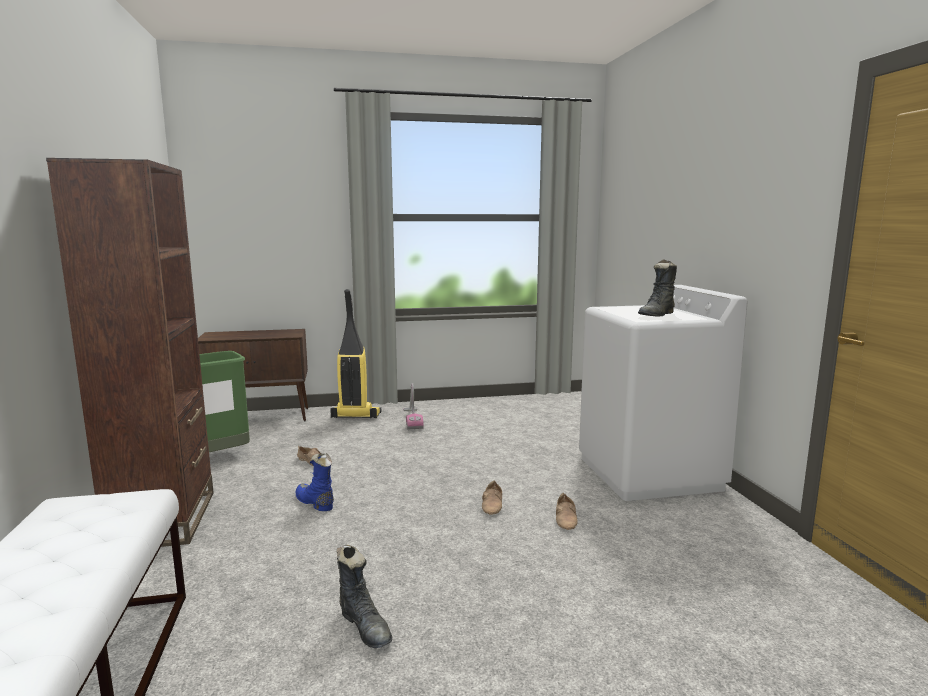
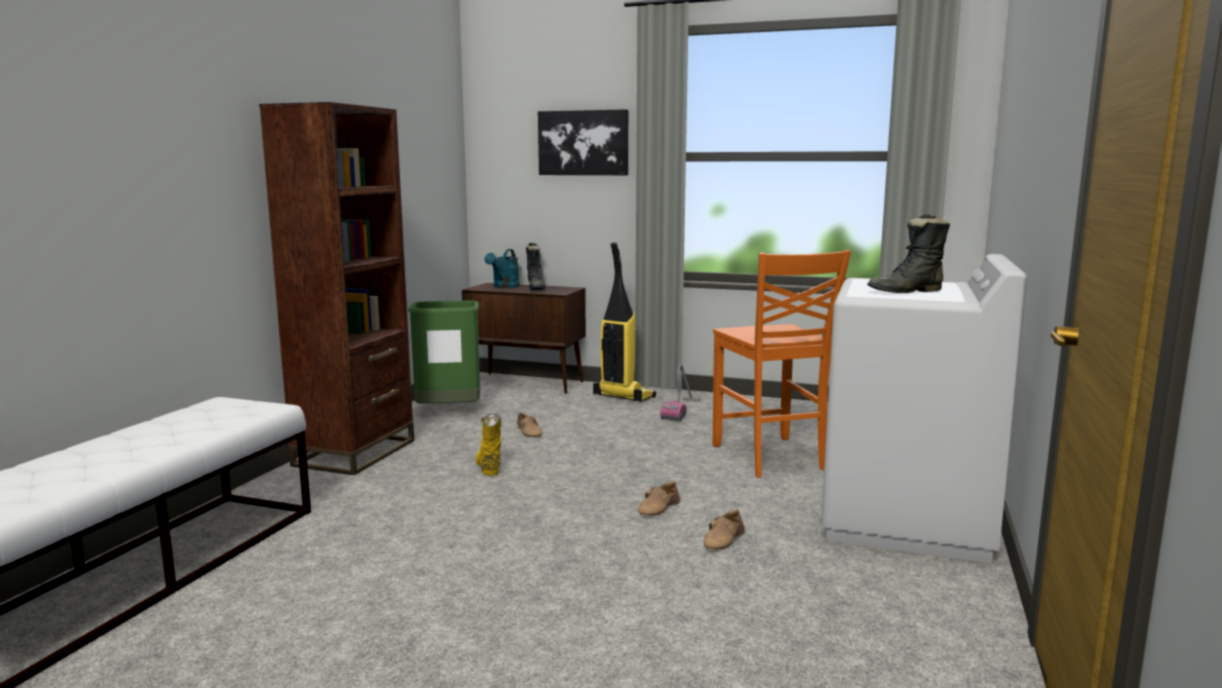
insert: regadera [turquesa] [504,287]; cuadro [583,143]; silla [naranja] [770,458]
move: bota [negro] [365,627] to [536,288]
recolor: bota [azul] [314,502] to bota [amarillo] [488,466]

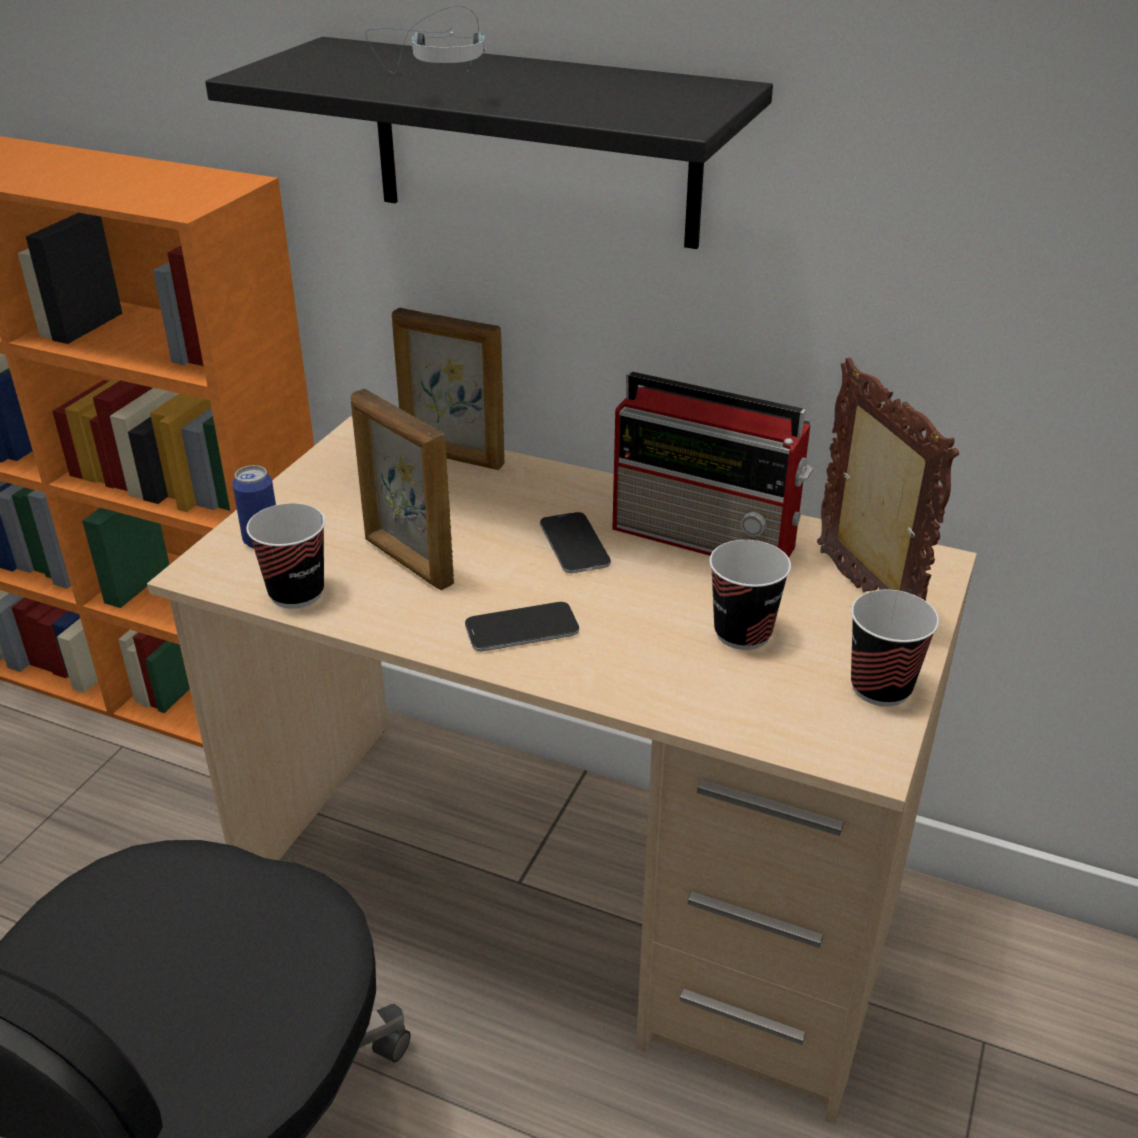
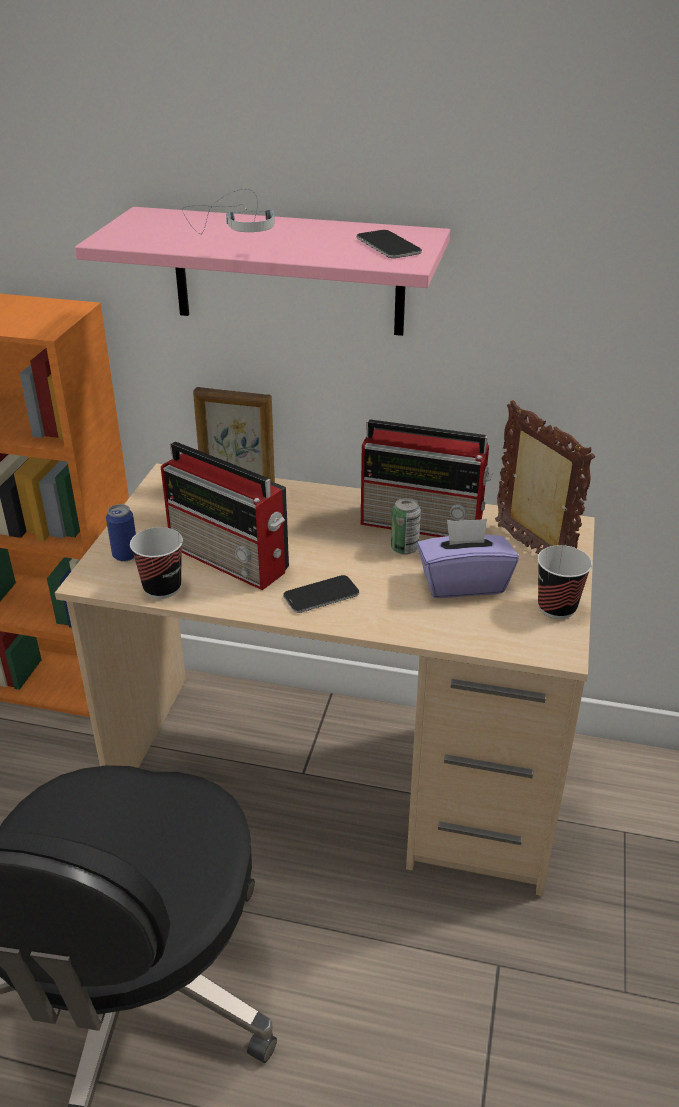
insert: lata [404,548]
move: móvil [574,544] to [388,246]
replace: portarretratos [407,562] to radio [231,559]; taza [742,633] to caja de pañuelos [morado] [463,583]
recolor: estante [negro] [534,143] to estante [rosa] [288,272]

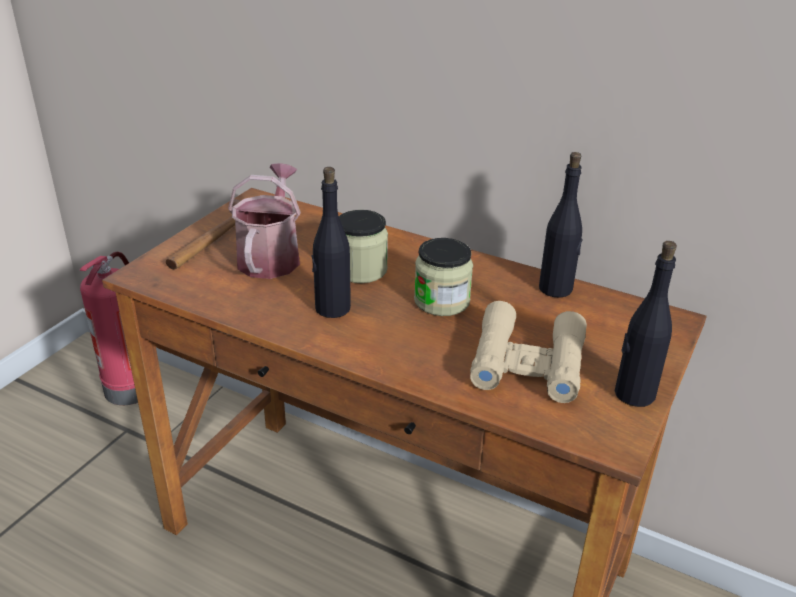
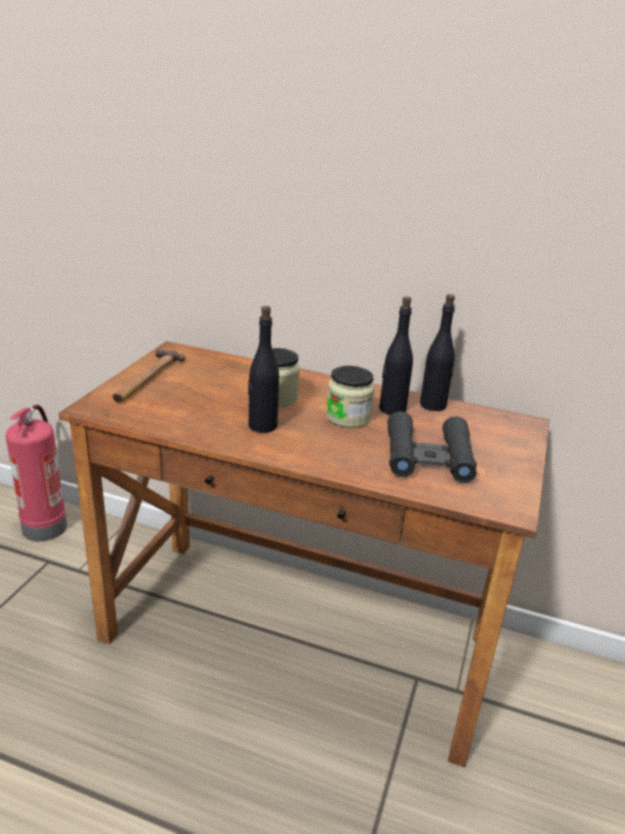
delete: regadera [271,256]
move: botella [negro] [633,394] to [392,409]
recolor: prismáticos [beis] [527,363] to prismáticos [negro] [428,457]

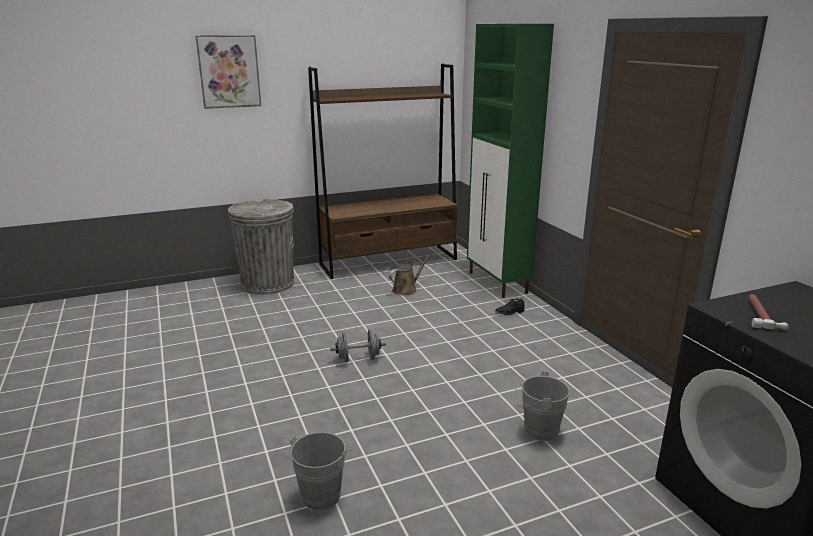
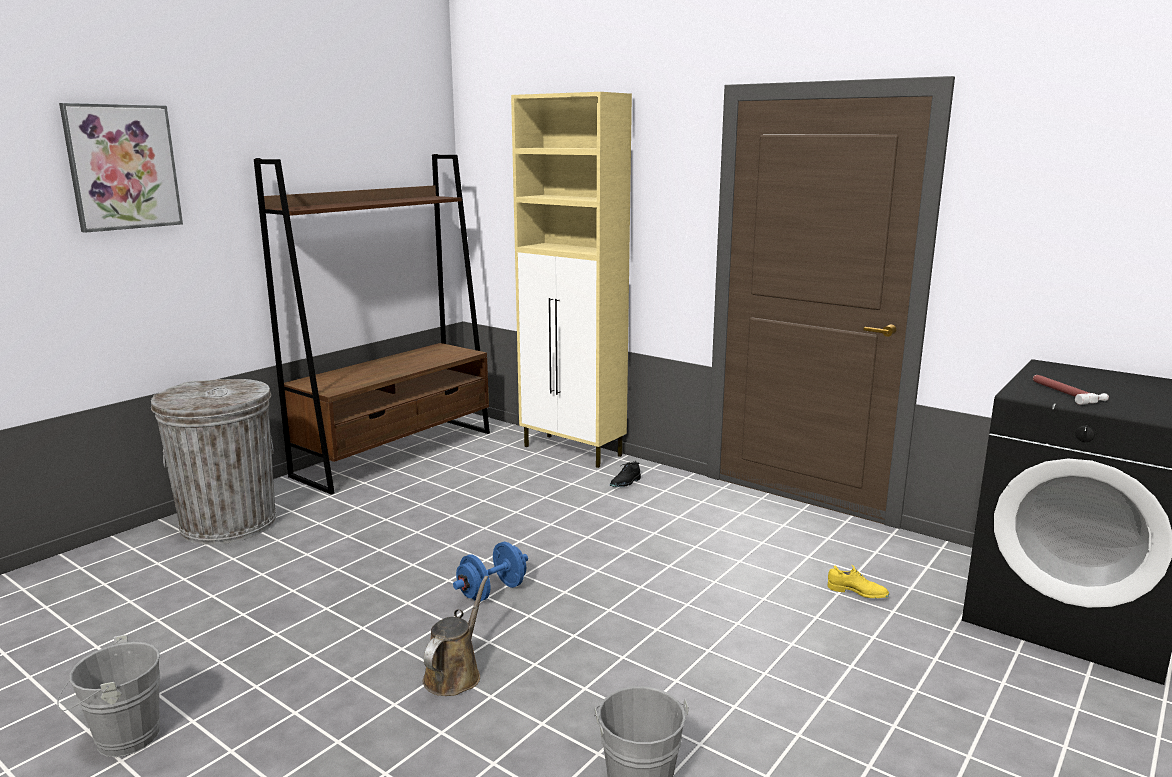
insert: zapato [amarillo] [857,593]
move: cubo [gris] [537,430] to [121,739]; regadera [marrón] [406,289] to [455,674]
recolor: mancuerna [gris] [358,359] to mancuerna [azul] [492,591]; armario [verde] [497,283] to armario [beis] [573,451]

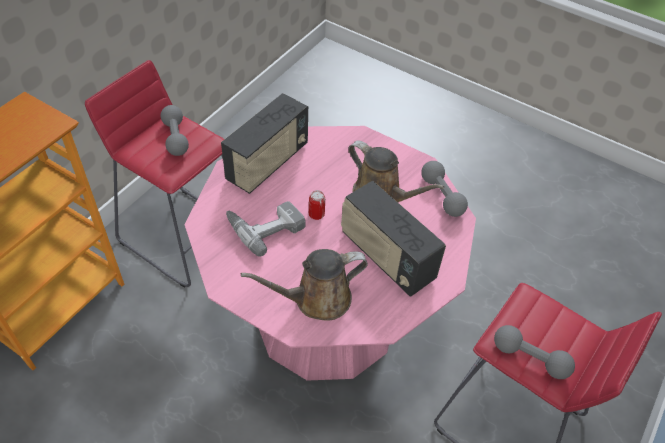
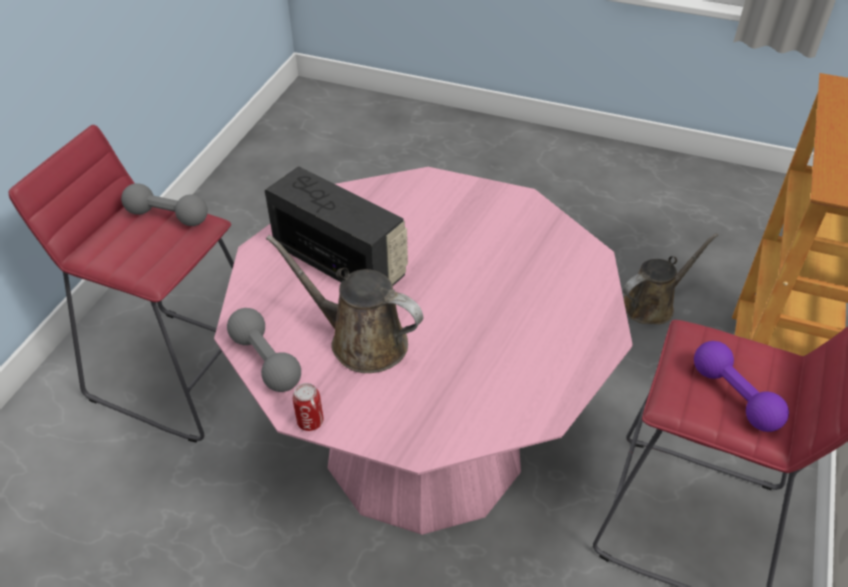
delete: radio [268,163]; taladro [265,226]
move: lata [316,214] to [310,421]; regadera [marrón] [317,299] to [652,304]
recolor: mancuerna [gris] [175,138] to mancuerna [morado] [734,396]

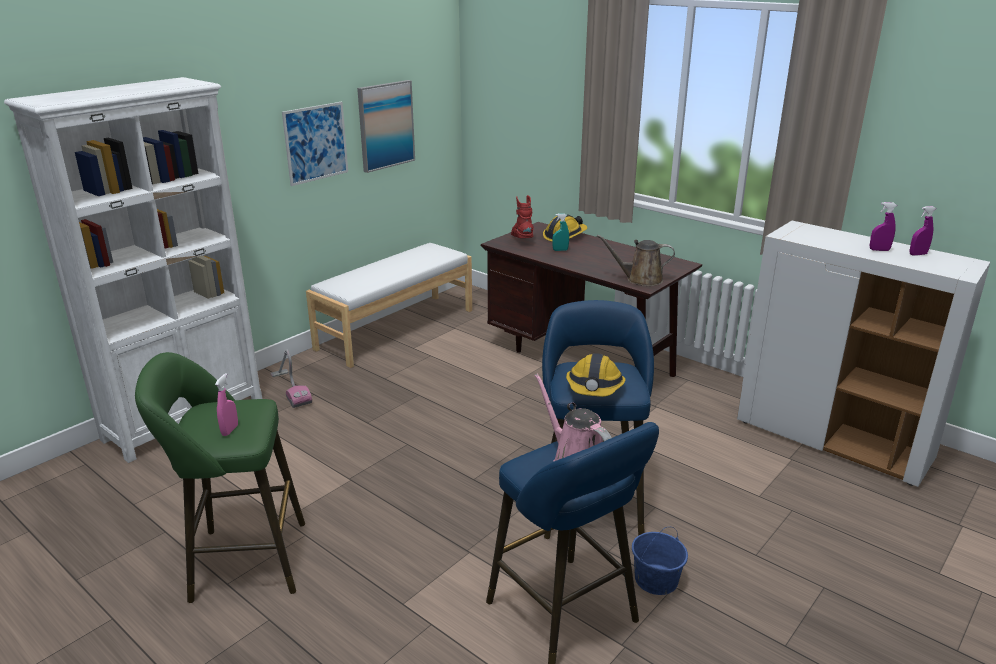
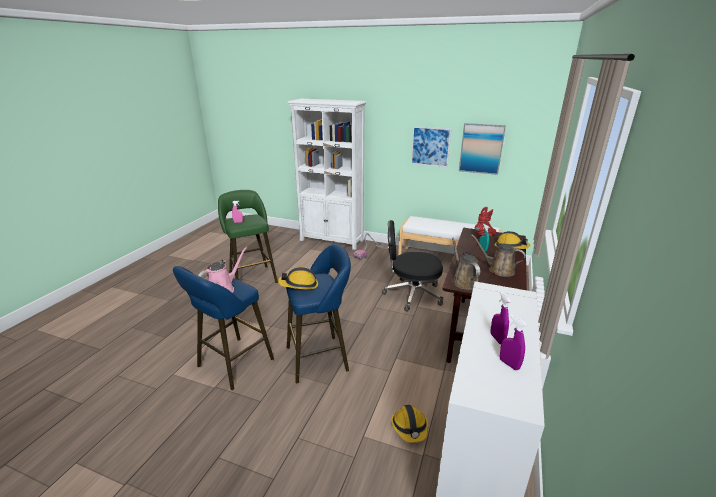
delete: cubo [azul] [656,580]
insert: silla de oficina [negro] [411,294]; casco [409,427]; regadera [marrón] [498,270]

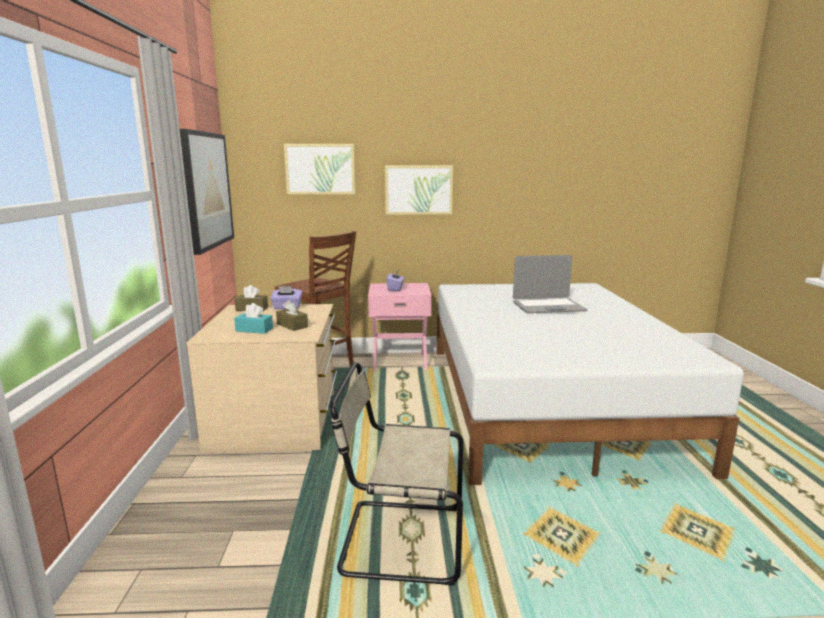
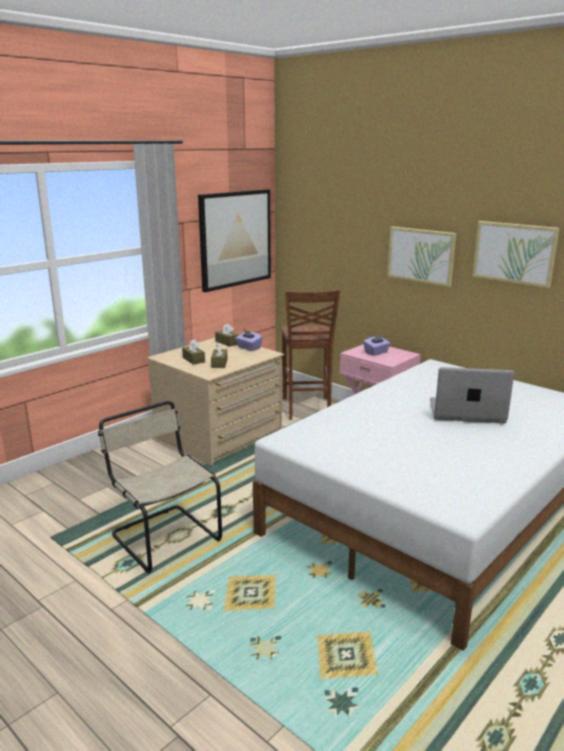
move: cuadro [320,169] to [514,253]
recolor: caja de pañuelos [turquesa] [254,330] to caja de pañuelos [marrón] [193,360]
rotate: portátil [548,307] = [466,412] 150 degrees clockwise

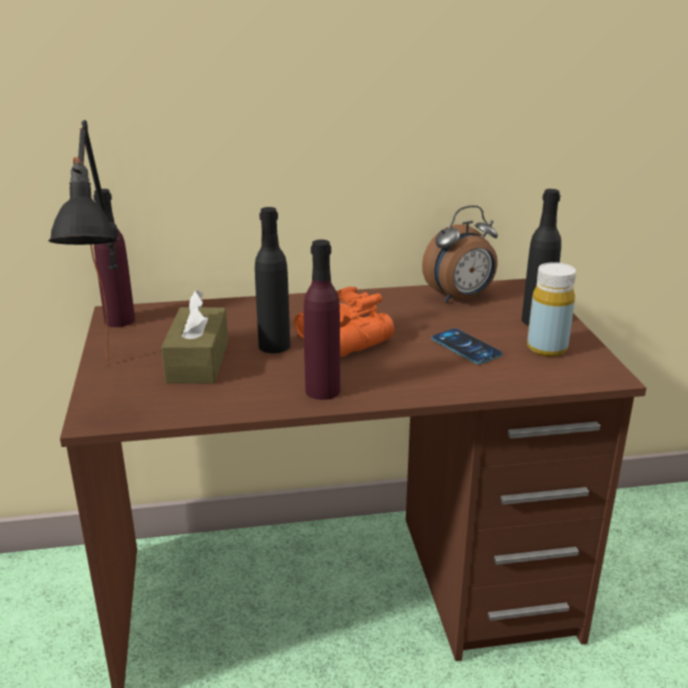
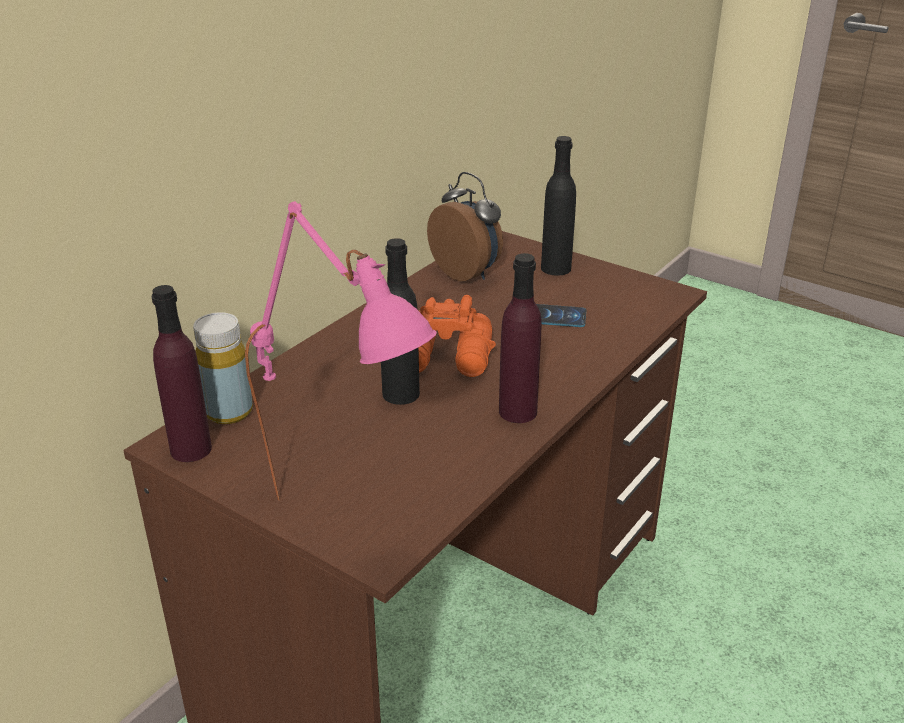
delete: caja de pañuelos [marrón] [198,361]
move: botella [amarillo] [547,348] to [229,412]
recolor: lámpara de mesa [negro] [119,391] to lámpara de mesa [rosa] [348,516]
rotate: despertador [460,298] = [467,273] 60 degrees counterclockwise

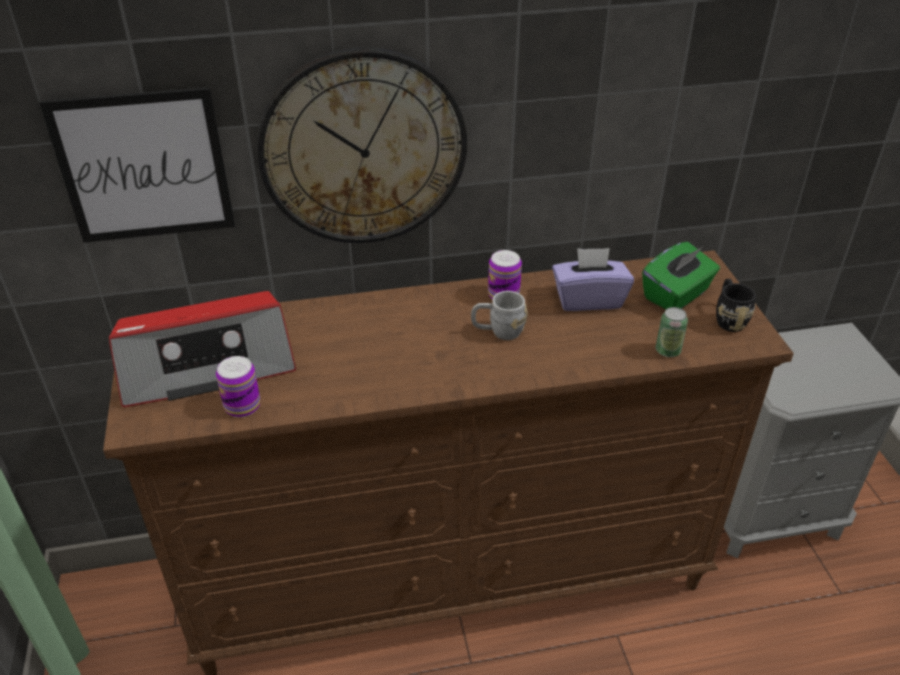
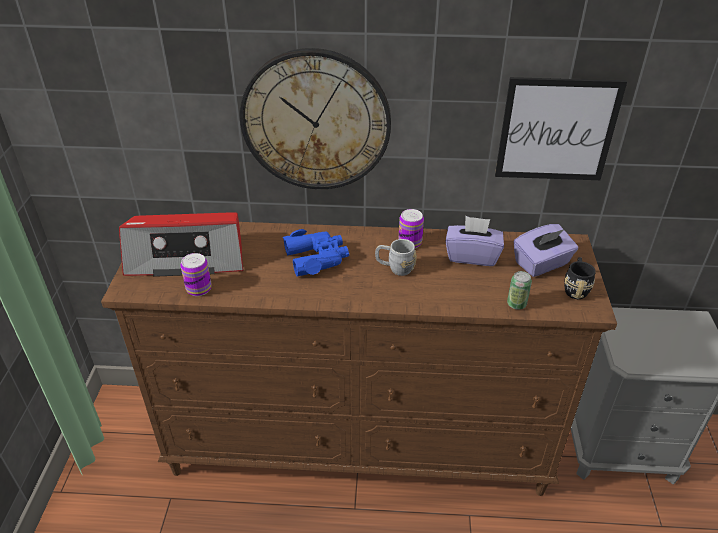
insert: prismáticos [azul] [317,258]
move: cuadro [144,166] to [556,130]
recolor: caja de pañuelos [verde] [676,295] to caja de pañuelos [morado] [542,264]

